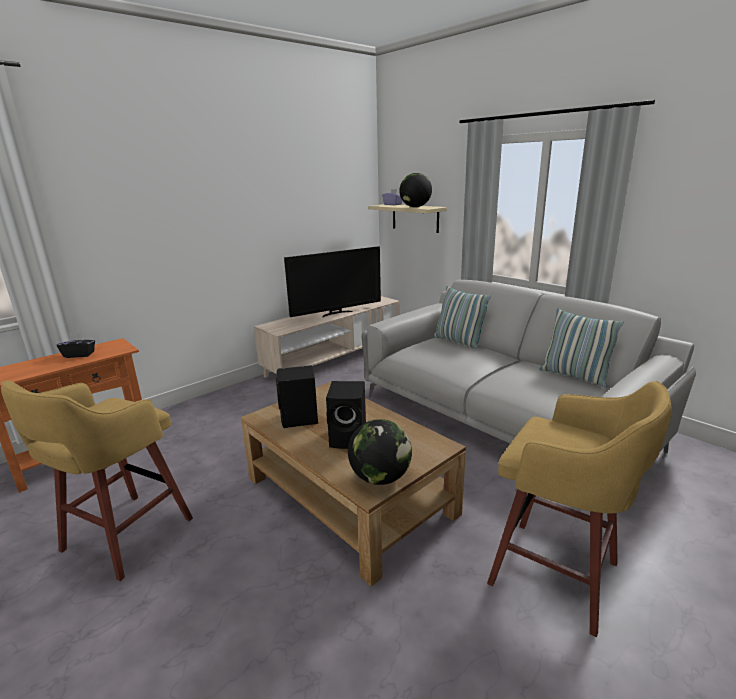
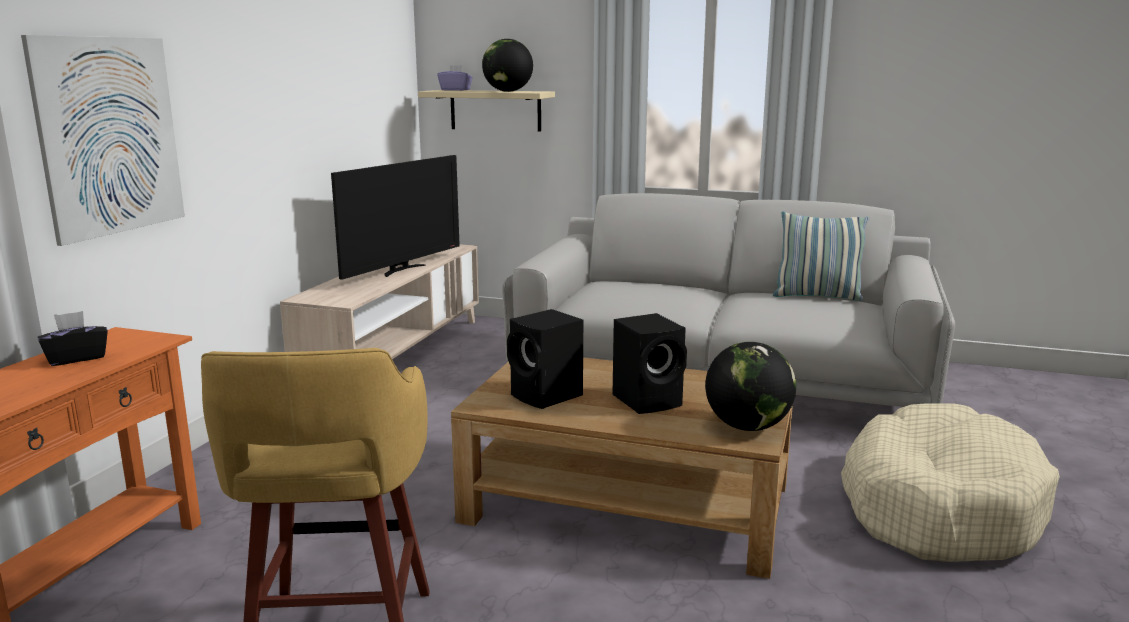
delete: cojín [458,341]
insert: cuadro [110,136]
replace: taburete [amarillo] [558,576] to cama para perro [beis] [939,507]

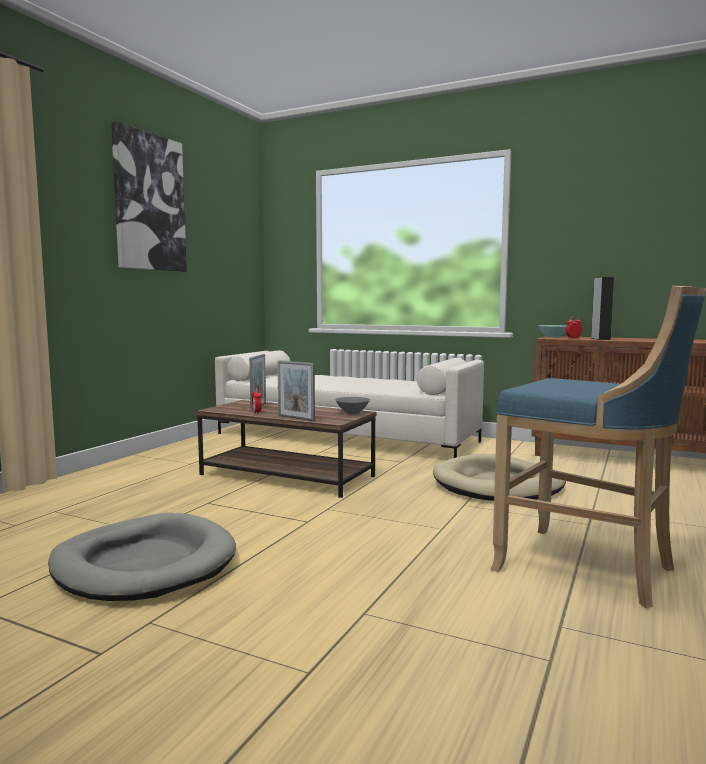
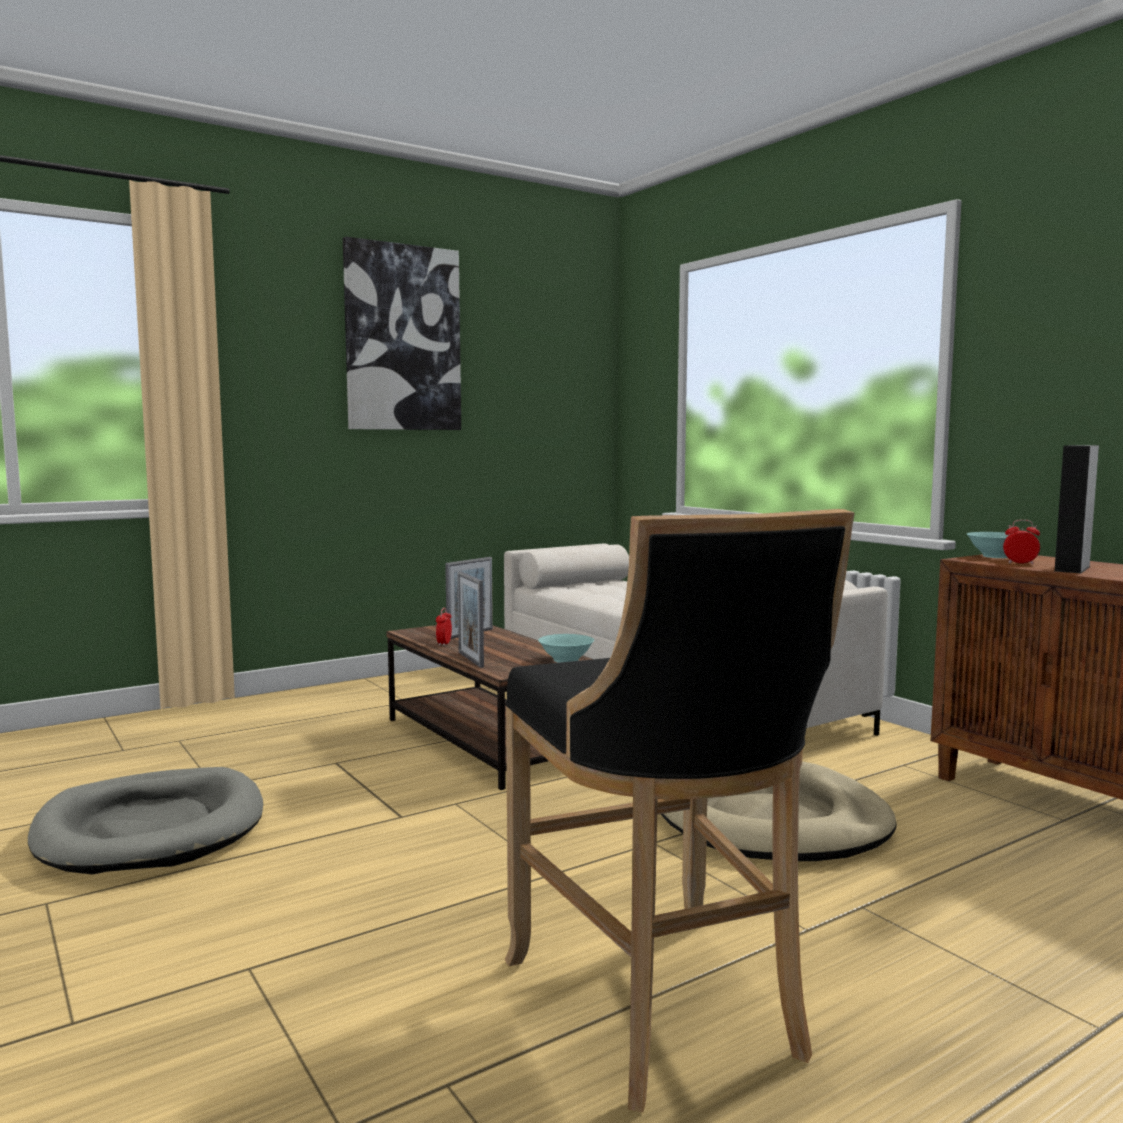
recolor: taburete [azul] [590,569] to taburete [negro] [662,1009]; cuenco [gris] [352,412] to cuenco [turquesa] [566,660]

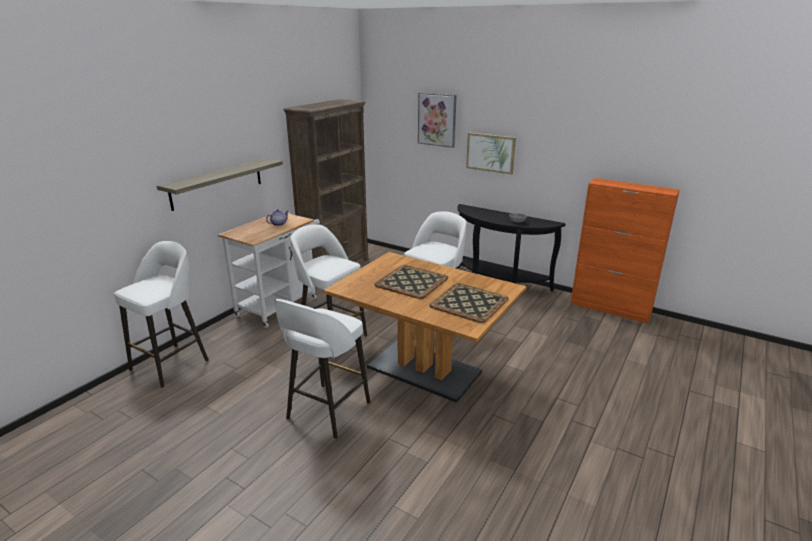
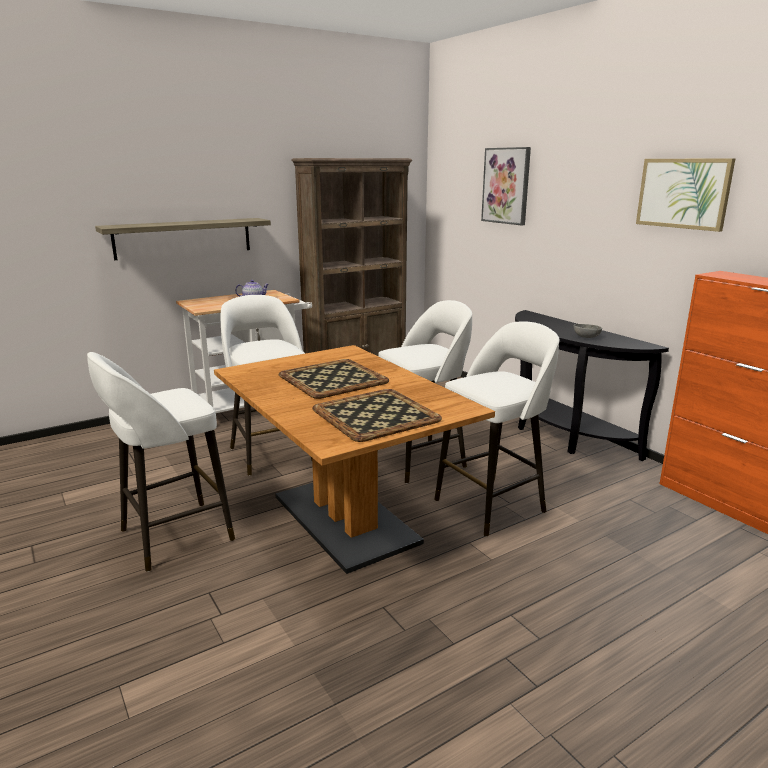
move: taburete [blanco] [172,364] to [492,505]; cuadro [490,152] to [683,193]

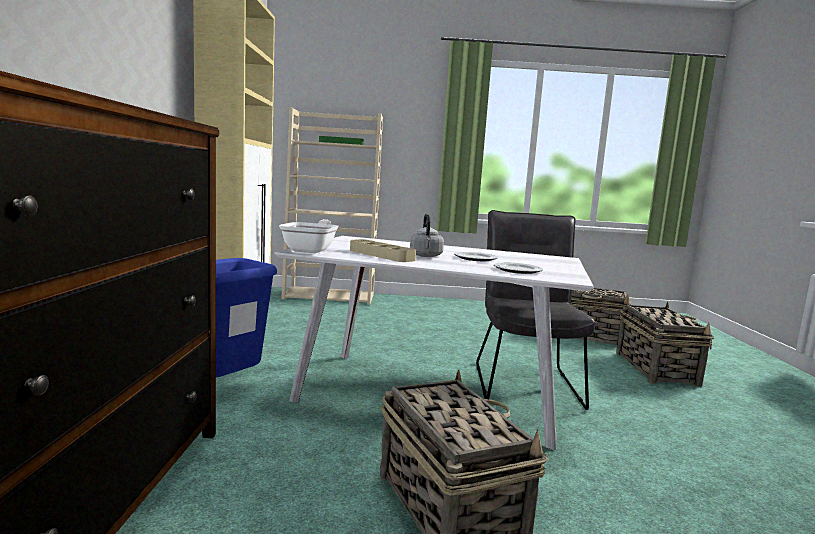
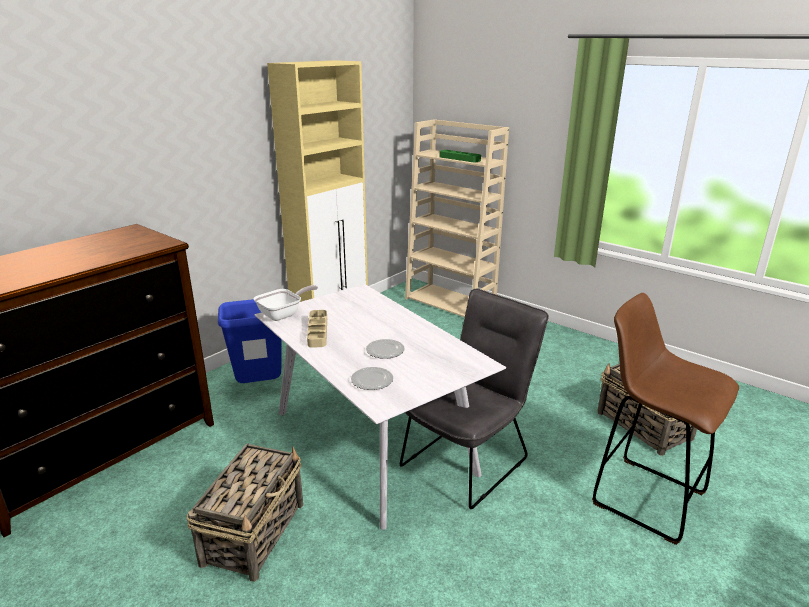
delete: hervidor [gris] [426,256]
replace: cesta [655,368] to taburete [marrón] [644,496]

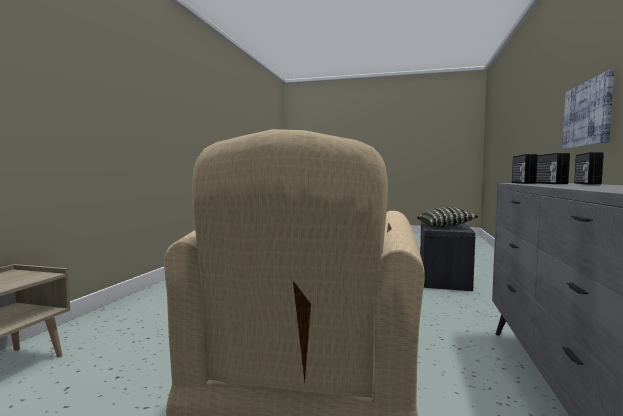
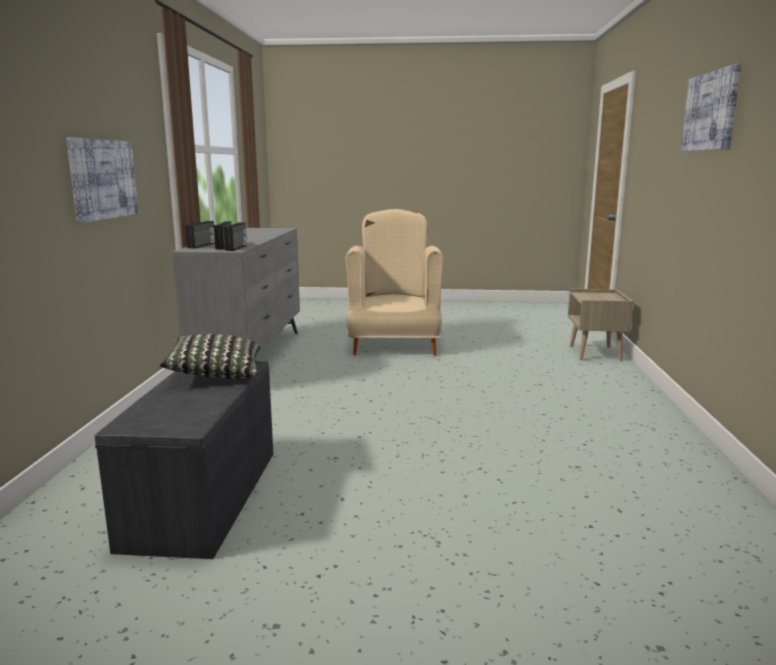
insert: cuadro [711,111]

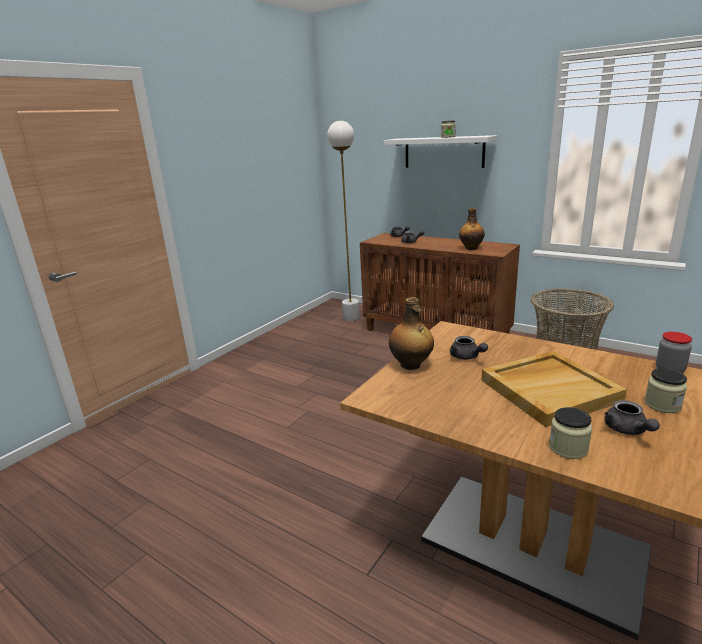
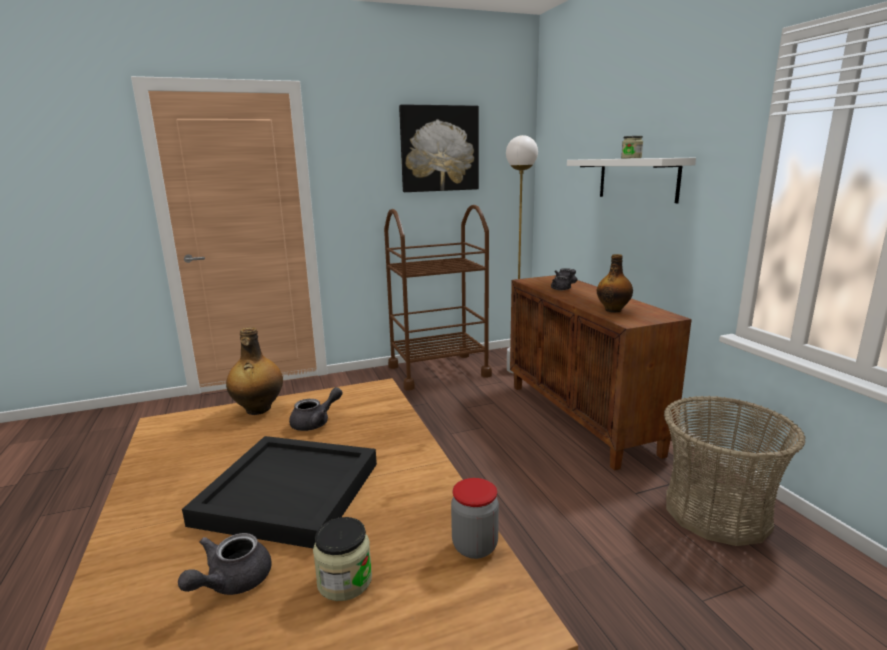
delete: tarro [568,448]
insert: carrito [marrón] [438,371]; cuadro [439,149]
recolor: bandeja [beis] [549,389] to bandeja [negro] [291,492]
rotate: tetera [gris] [466,357] = [316,422] 135 degrees counterclockwise

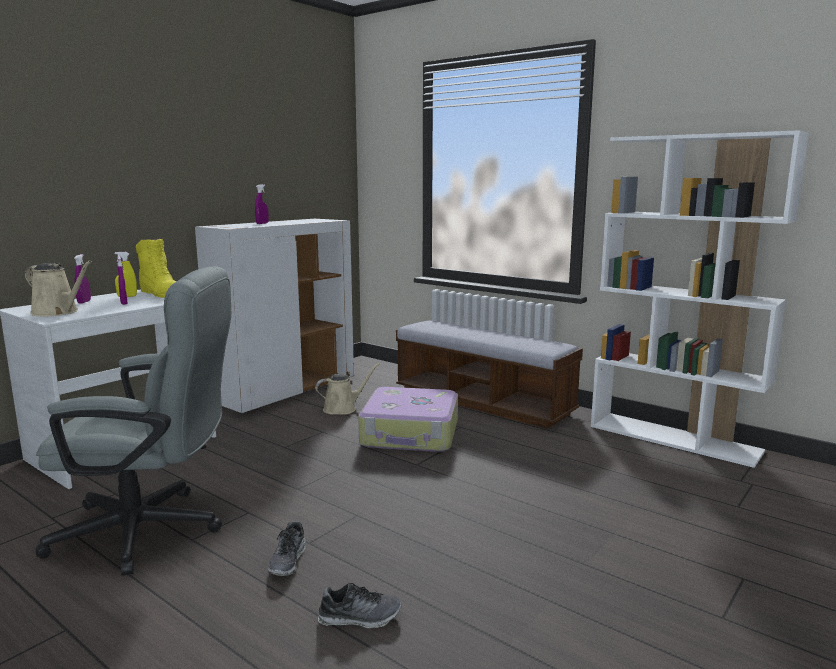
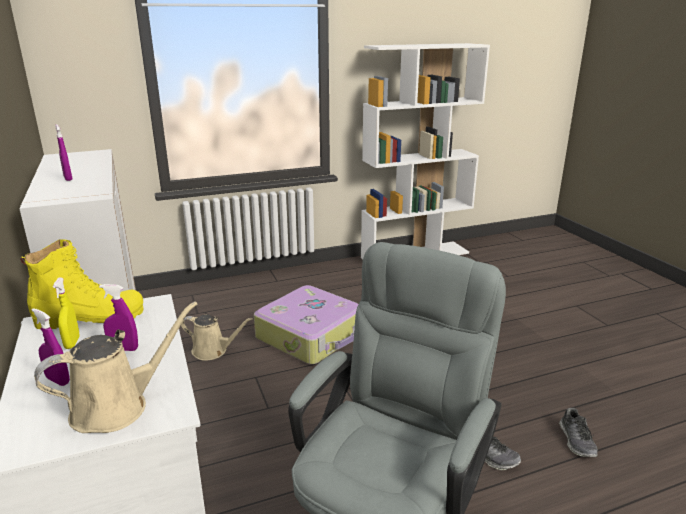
delete: banco [482,402]
rotate: regadera [beis] [343,408] = [213,351] 105 degrees clockwise; zapato [360,618] = [577,441] 150 degrees clockwise

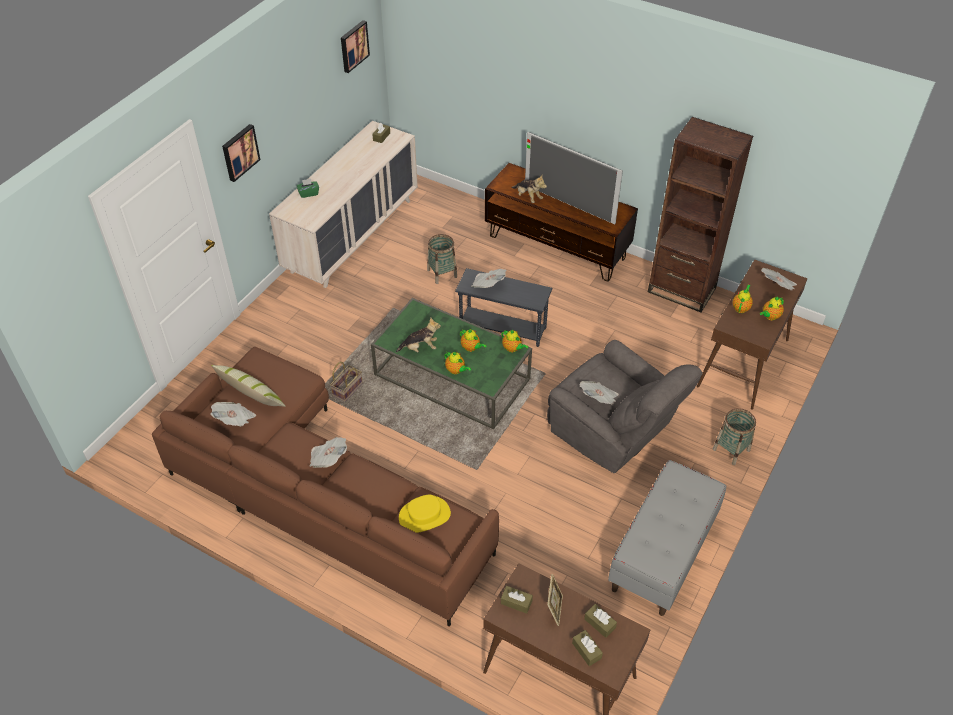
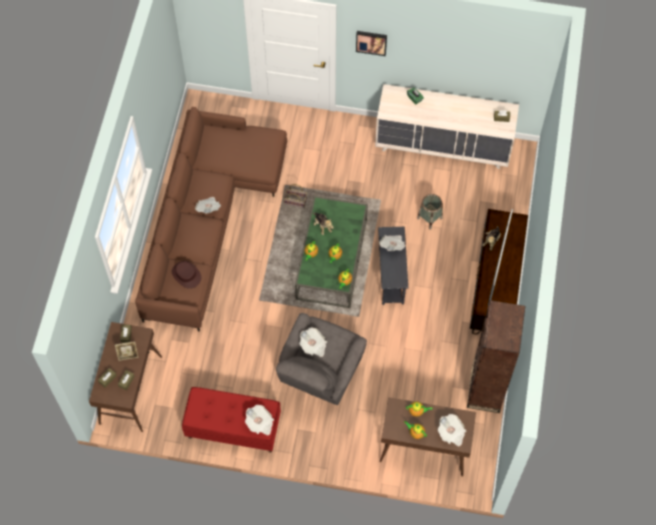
delete: cojín [251,395]; cuadro [353,46]; cesta [731,450]
move: periódico [235,420] to [260,423]
recolor: sombrero [amarillo] [424,516] to sombrero [marrón] [186,275]; banco [gris] [663,554] to banco [rojo] [233,428]

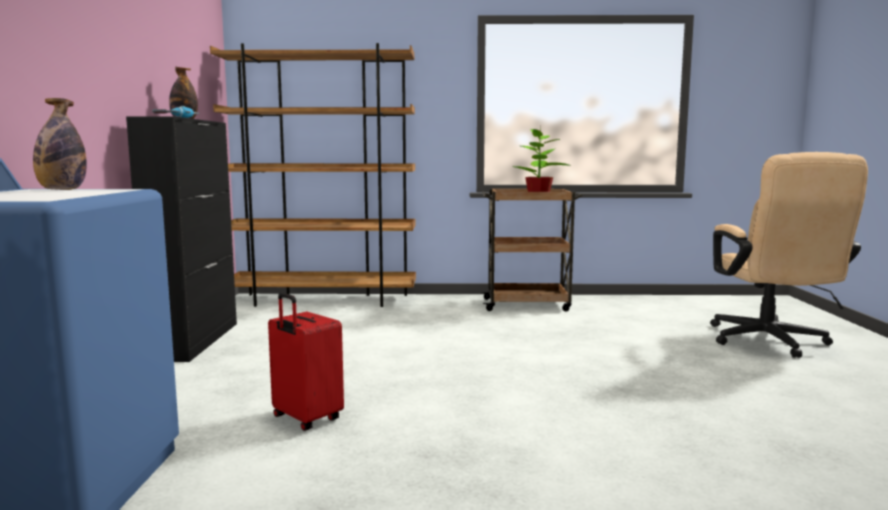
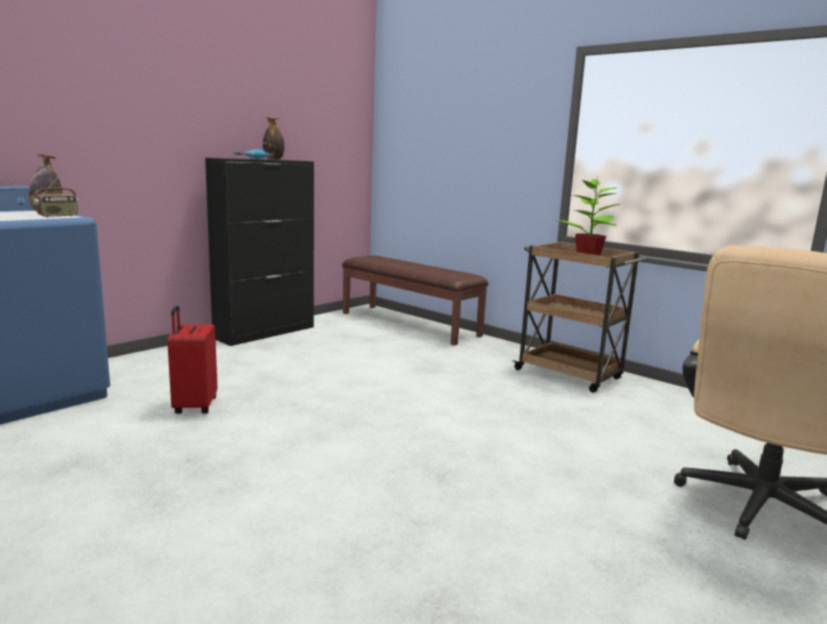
insert: radio [58,216]
replace: estantería [marrón] [324,300] to banco [marrón] [410,324]

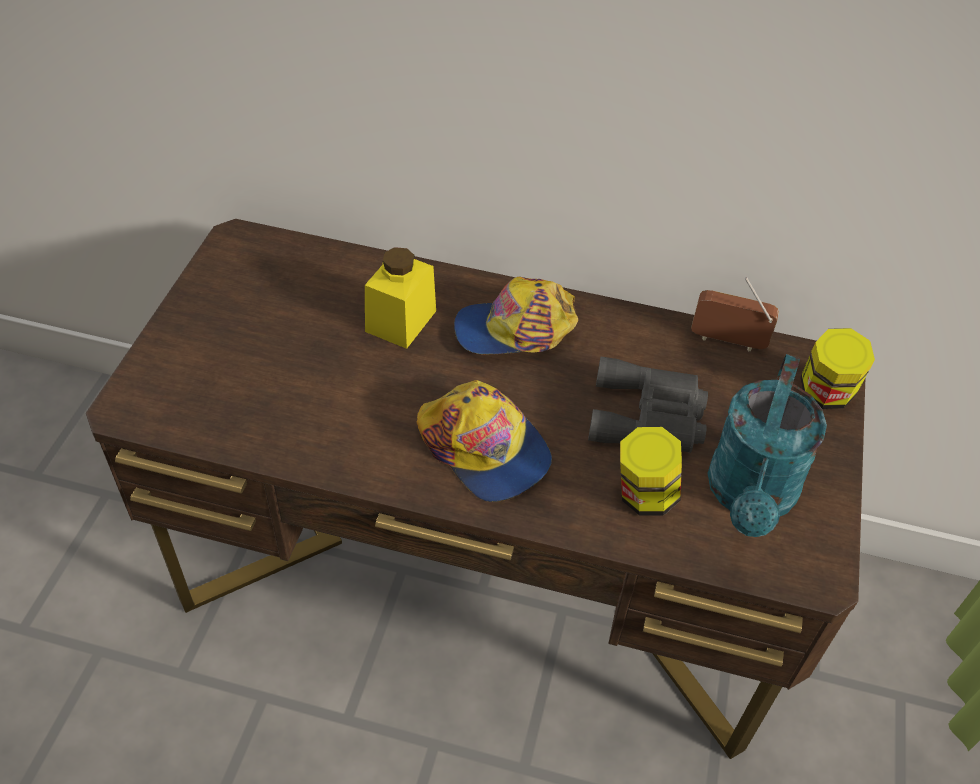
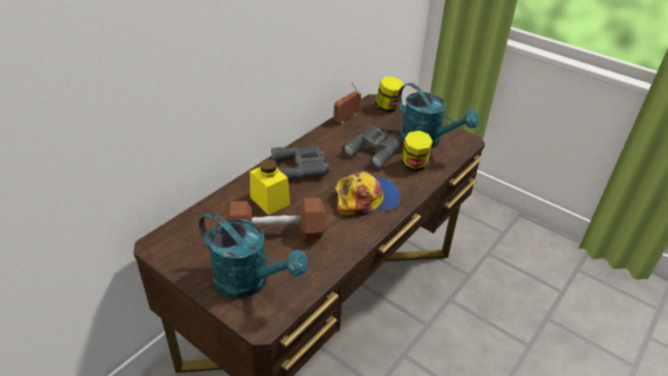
insert: regadera [turquesa] [250,282]; mancuerna [marrón] [276,233]
replace: gorra [515,329] to prismáticos [gris] [301,168]

